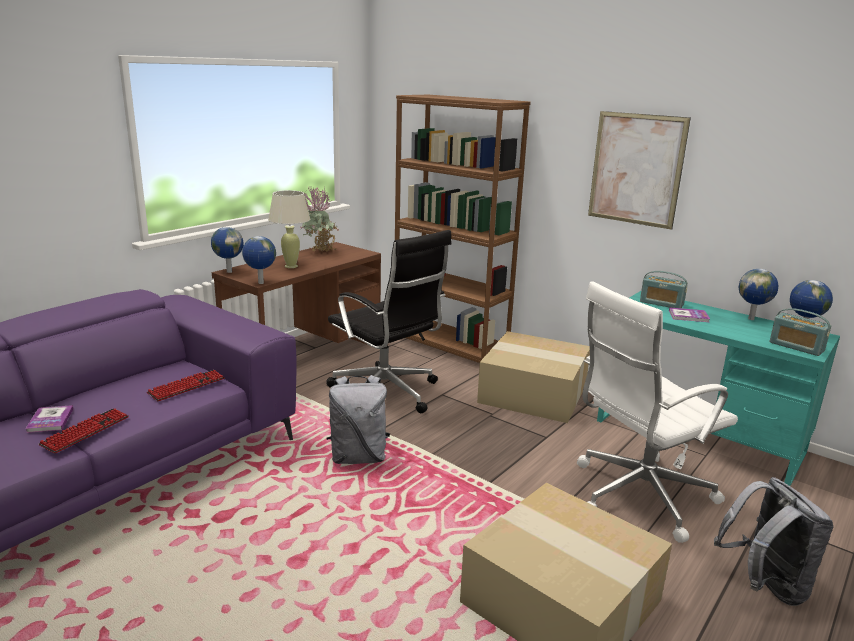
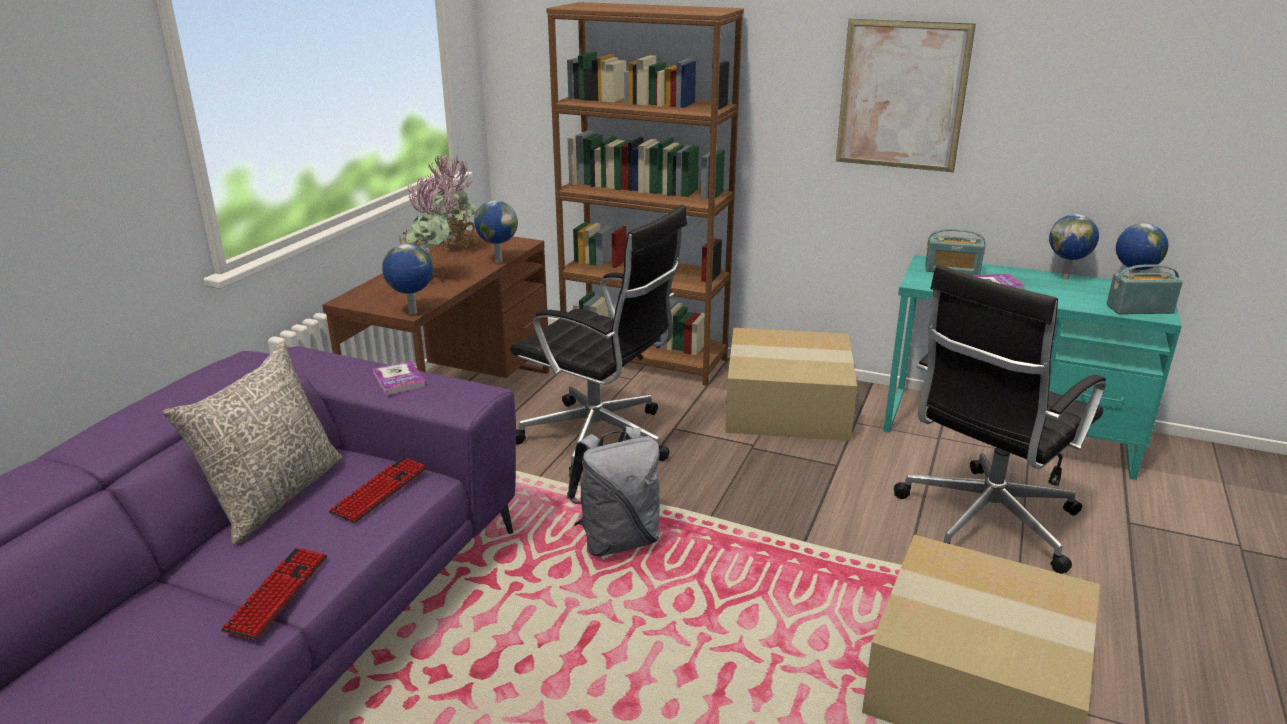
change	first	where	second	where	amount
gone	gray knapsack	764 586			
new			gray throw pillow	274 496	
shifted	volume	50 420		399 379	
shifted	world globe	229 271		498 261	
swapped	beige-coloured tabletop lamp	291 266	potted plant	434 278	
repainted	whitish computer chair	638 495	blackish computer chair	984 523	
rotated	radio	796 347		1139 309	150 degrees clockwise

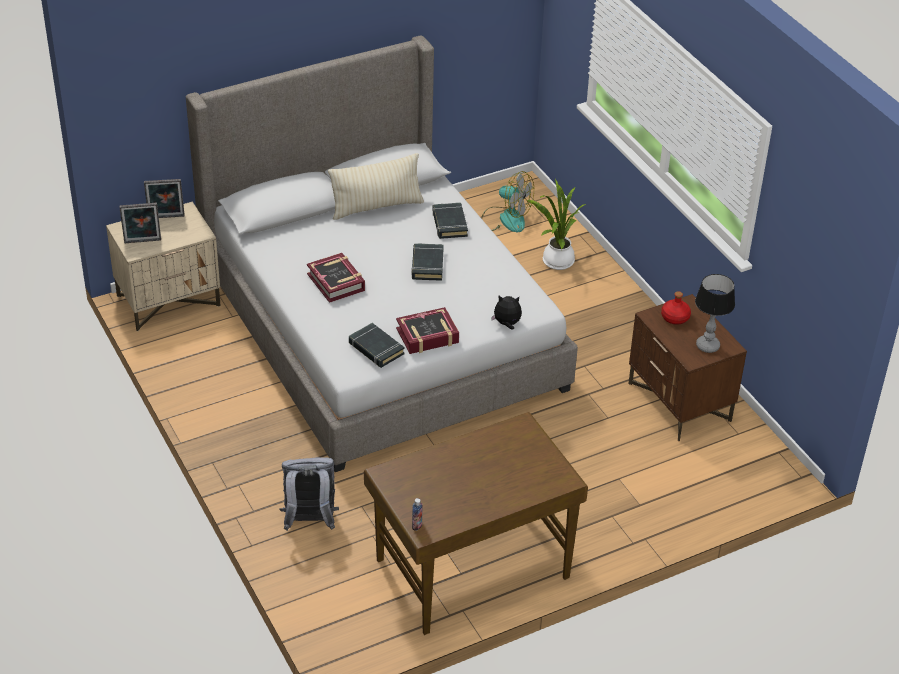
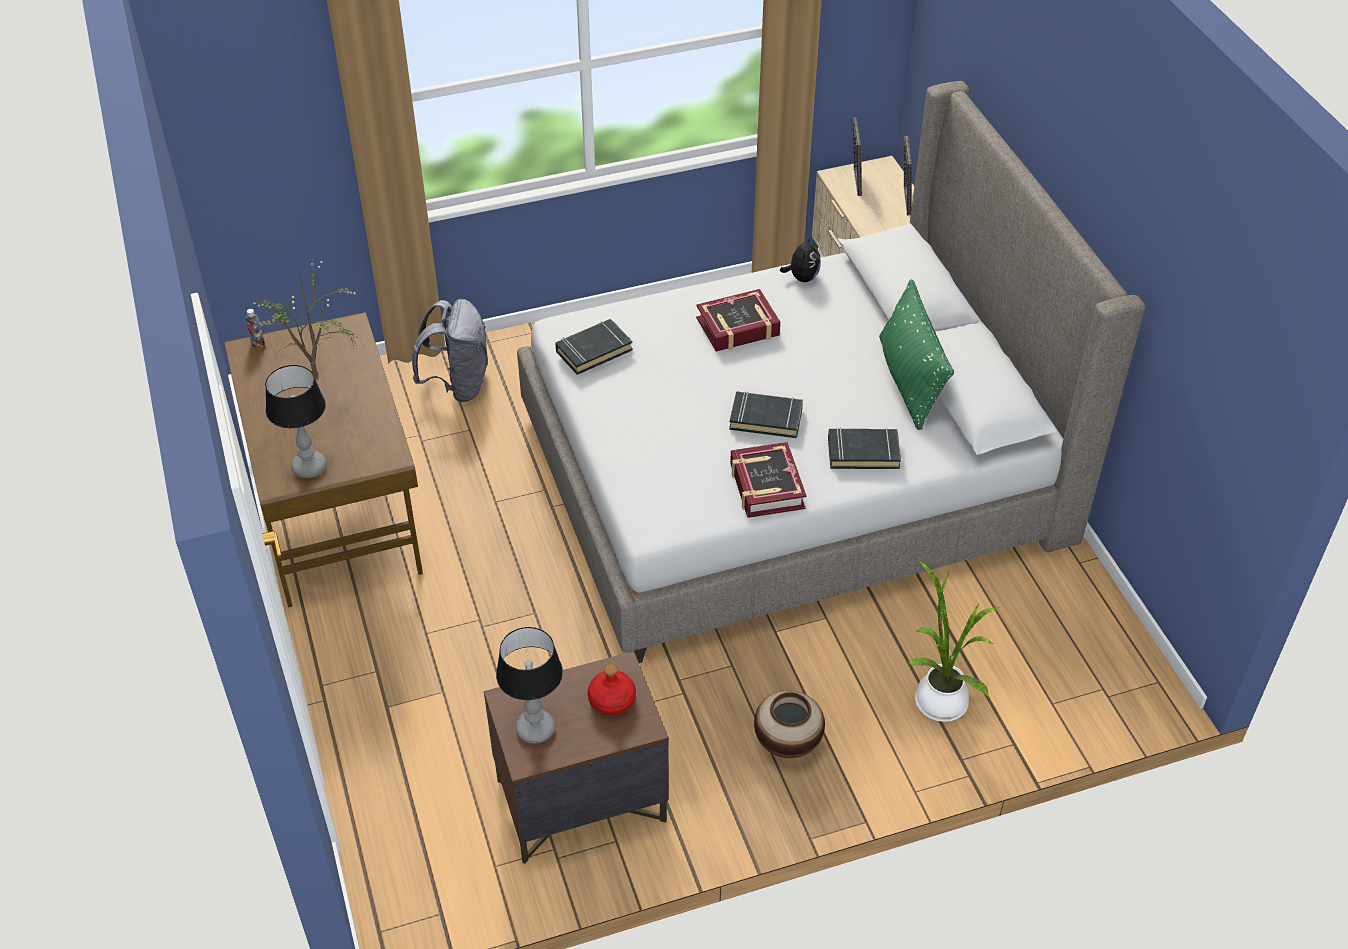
change	first	where	second	where	amount
gone	fan	505 219			
new			potted plant	317 377	
new			tabletop lamp	310 467	
new			decorative vase	787 743	
shifted	volume	427 336		766 486	
shifted	soft toy	507 324		802 277	
repainted	beige-coloured throw pillow	376 207	green-coloured throw pillow	909 381	

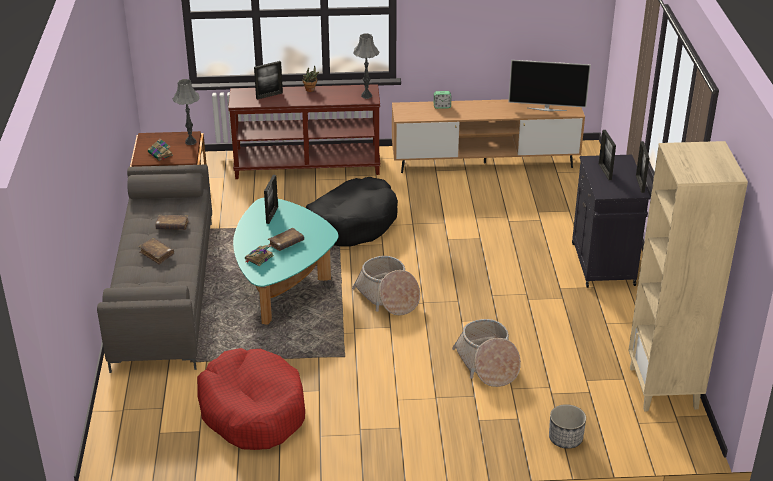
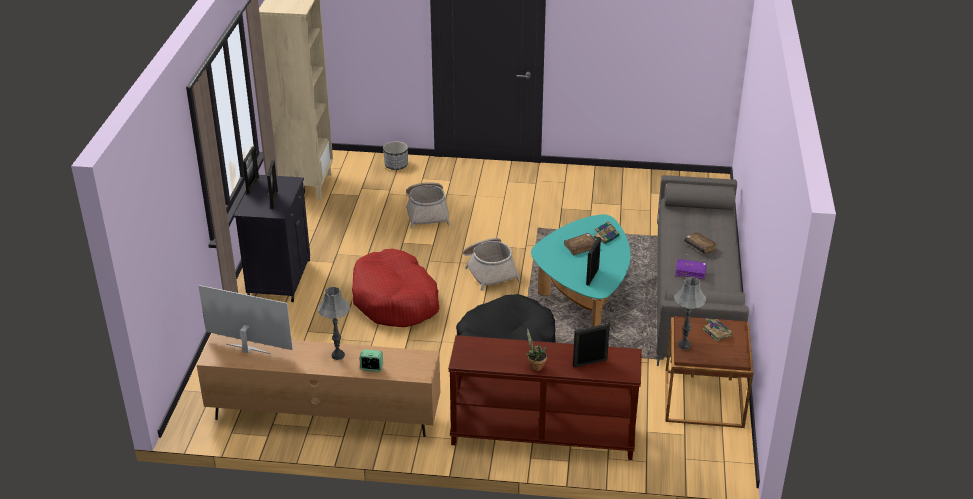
change	first	where	second	where	amount
shifted	red-coloured pet bed	252 410		395 300	
shifted	gray tabletop lamp	366 96		338 355	
repainted	brown volume	172 226	purple-coloured volume	690 272	

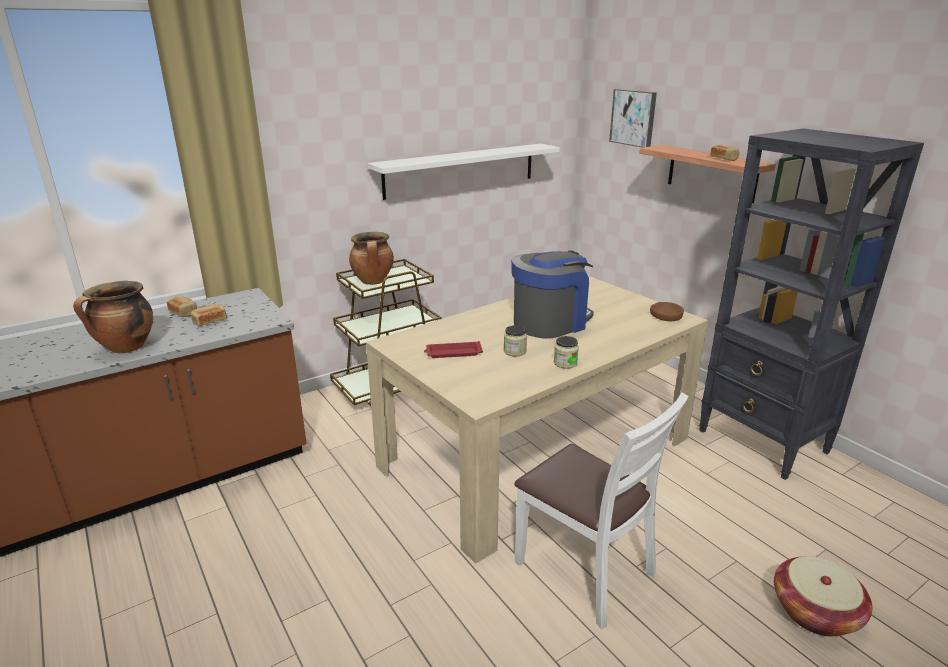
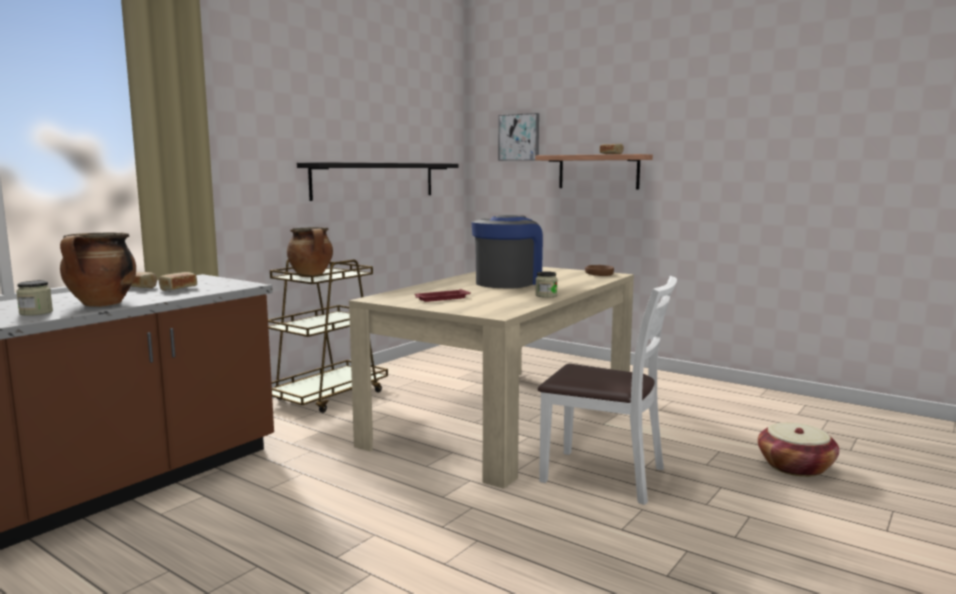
change	first	where	second	where	amount
gone	blackish shelving unit	763 442			
shifted	jar	515 351		36 312	
repainted	whitish wall shelf	461 170	blackish wall shelf	375 180	

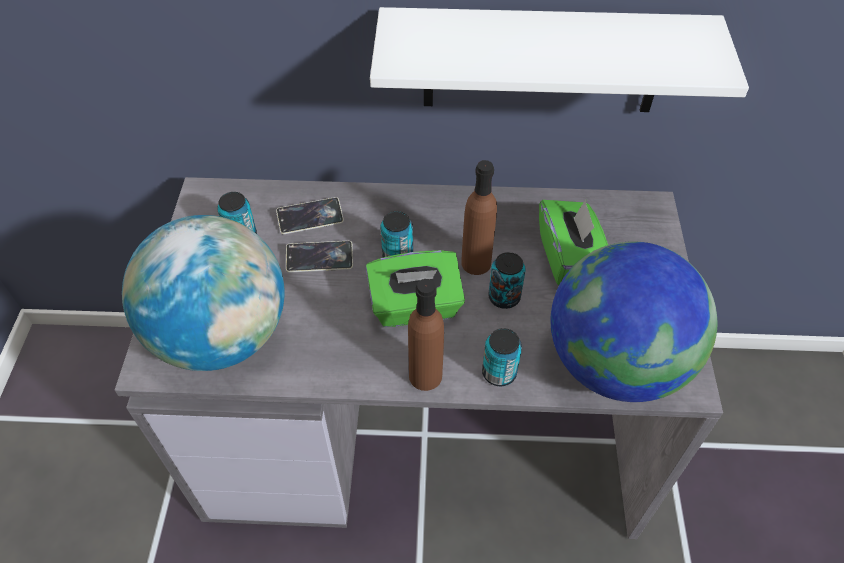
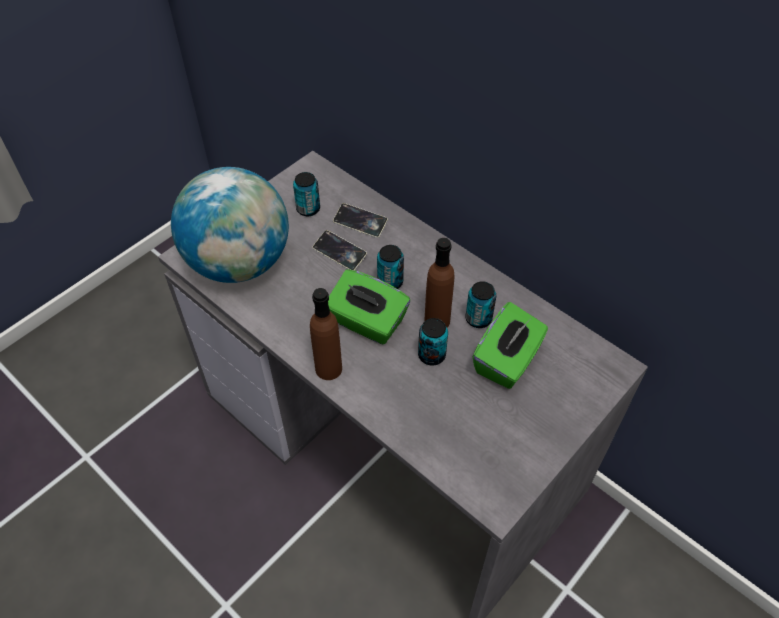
change	first	where	second	where	amount
gone	whitish wall shelf	542 61			
gone	world globe	615 363			
shifted	can	499 373		478 319	

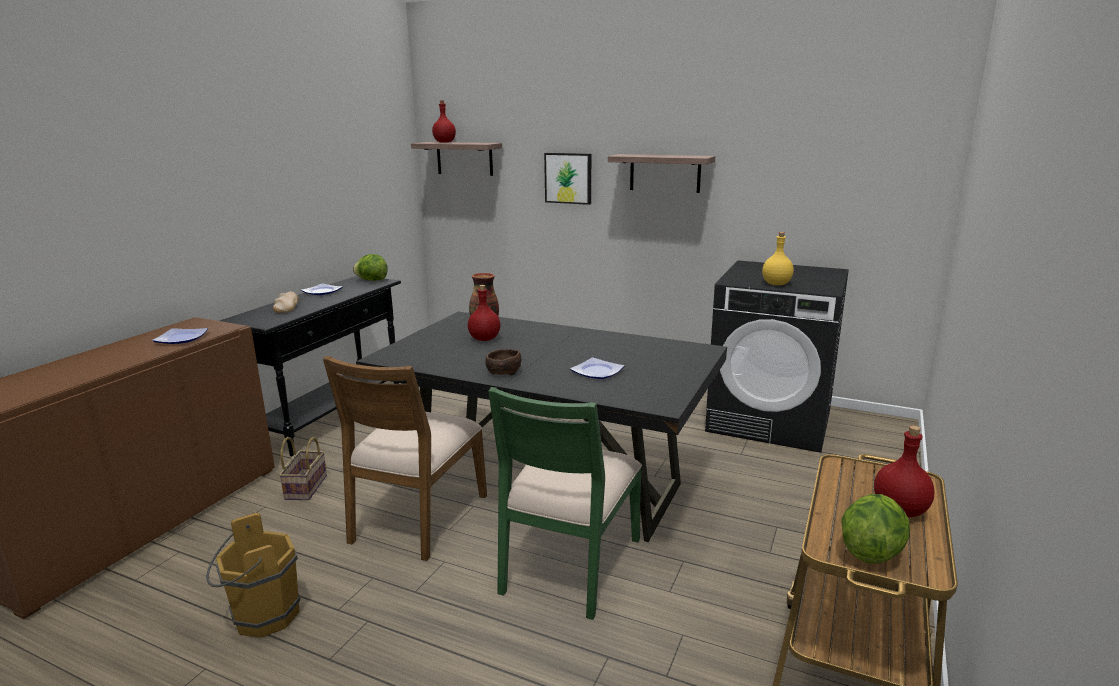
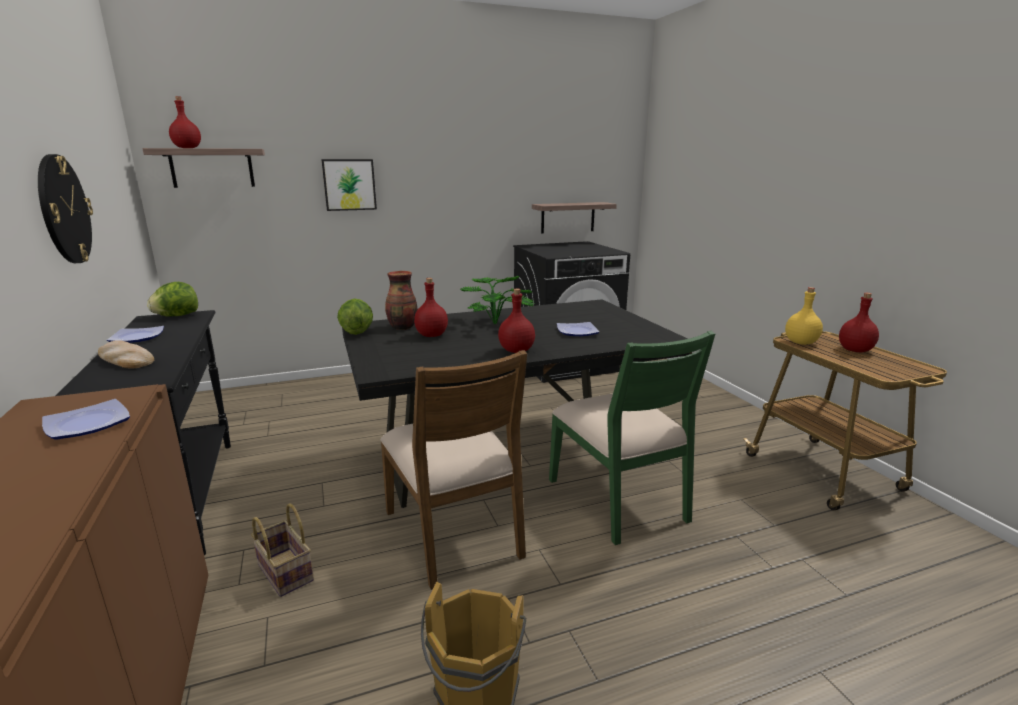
change	first	where	second	where	amount
new			clock on the wall	64 210	
new			potted plant	498 323	
shifted	wall shelf	665 173		568 217	
shifted	yellowish beverage bottle	777 284		801 343	
shifted	lettuce head	870 551		356 332	
swapped	brown serving bowl	503 372	red-coloured beverage bottle	516 351	

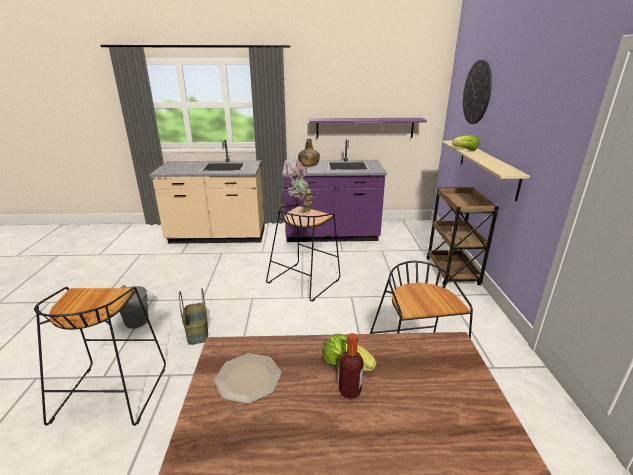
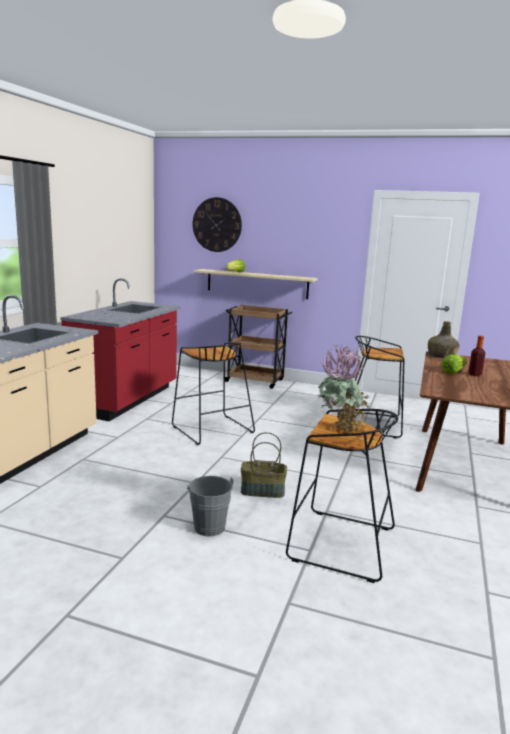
change	first	where	second	where	amount
gone	plate	248 379			
gone	purple-coloured wall shelf	365 128			
shifted	potted plant	300 211		341 433	
shifted	green-coloured beverage bottle	308 164		441 356	
repainted	purple-coloured kitchen base unit	331 235	red-coloured kitchen base unit	127 400	

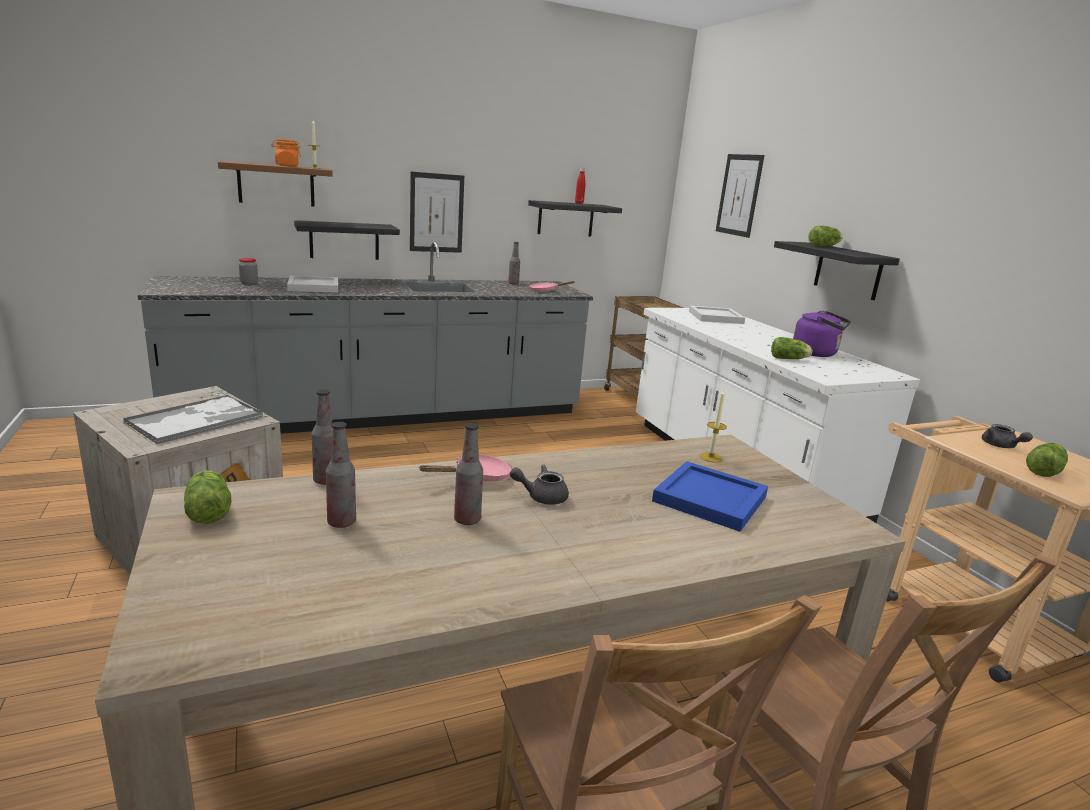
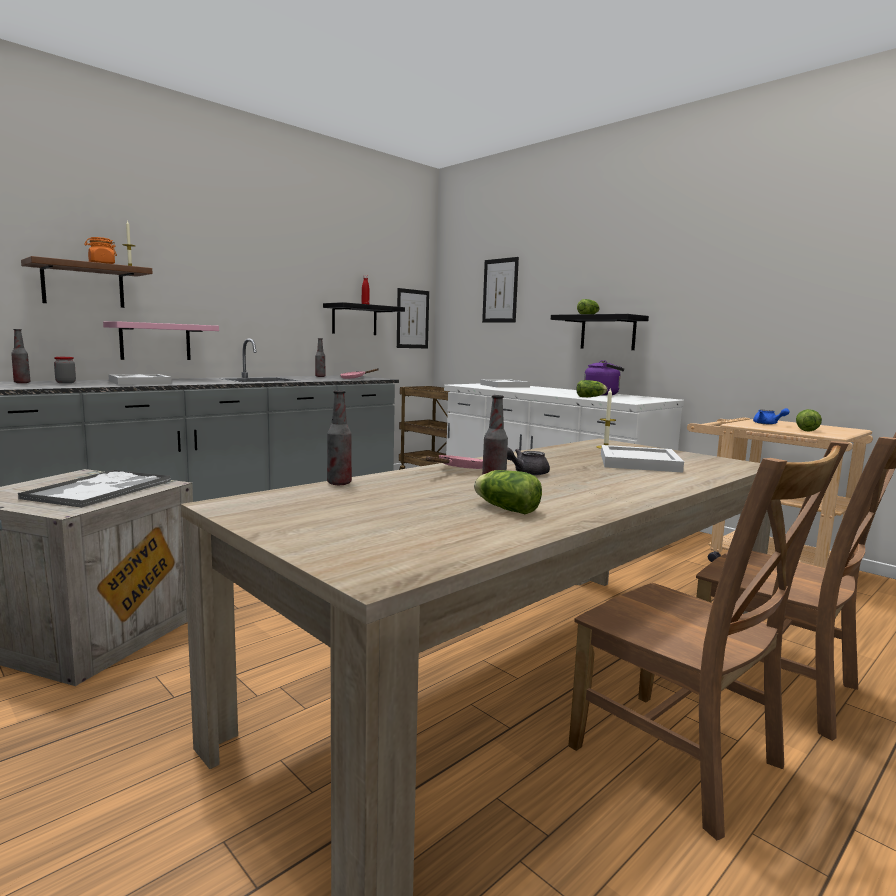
change	first	where	second	where	amount
shifted	lettuce head	208 510		504 508	
shifted	beverage bottle	341 522		22 382	
shifted	wall art	436 213		412 319	
repainted	blackish wall shelf	344 240	pink-coloured wall shelf	155 341	
repainted	blue-coloured tray	708 499	whitish tray	638 463	
repainted	gray tea pot	1001 446	blue-coloured tea pot	768 424	

